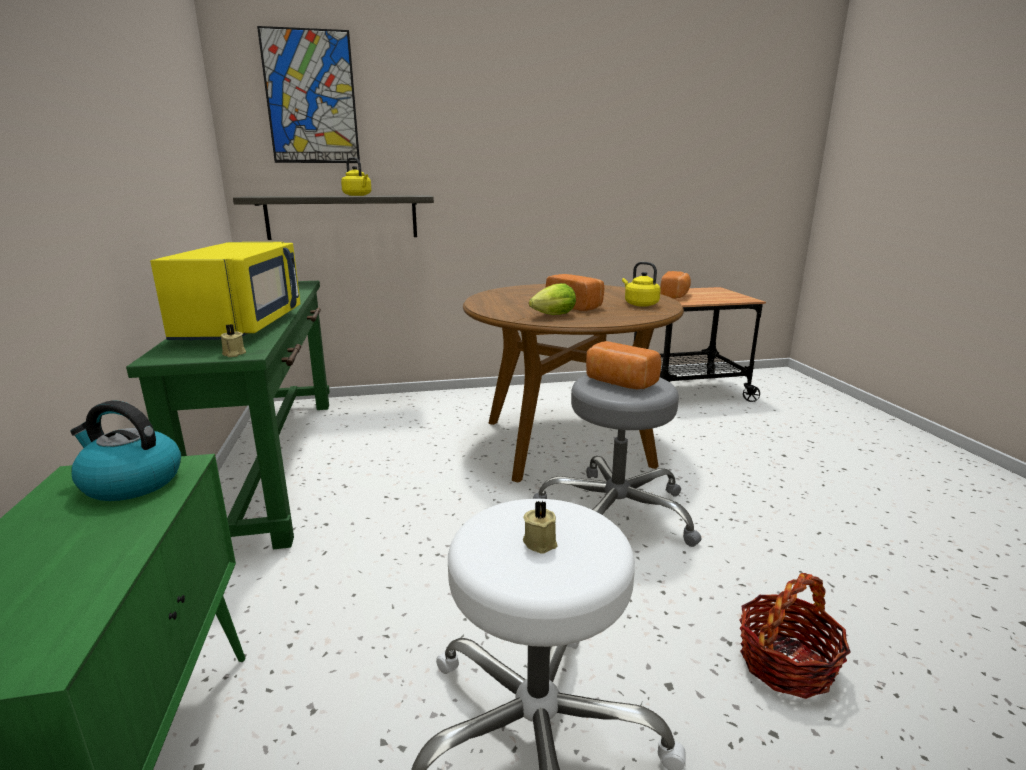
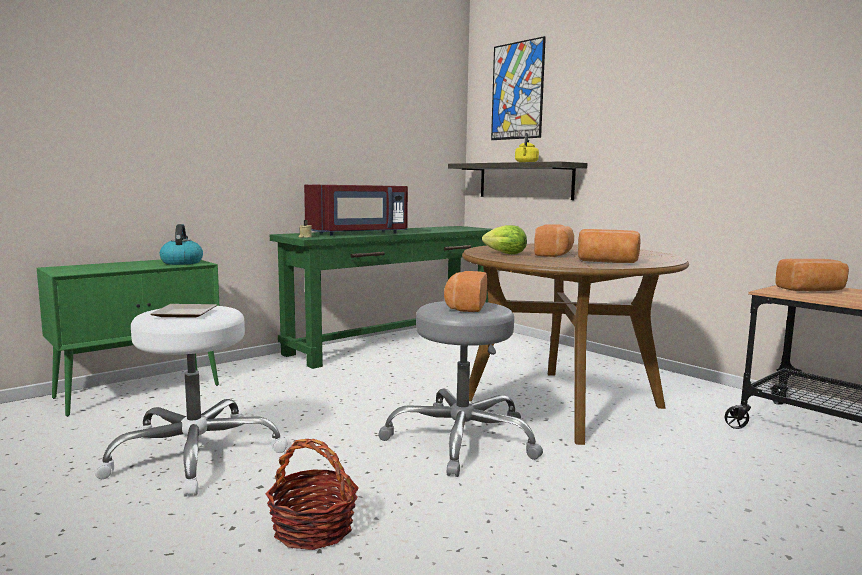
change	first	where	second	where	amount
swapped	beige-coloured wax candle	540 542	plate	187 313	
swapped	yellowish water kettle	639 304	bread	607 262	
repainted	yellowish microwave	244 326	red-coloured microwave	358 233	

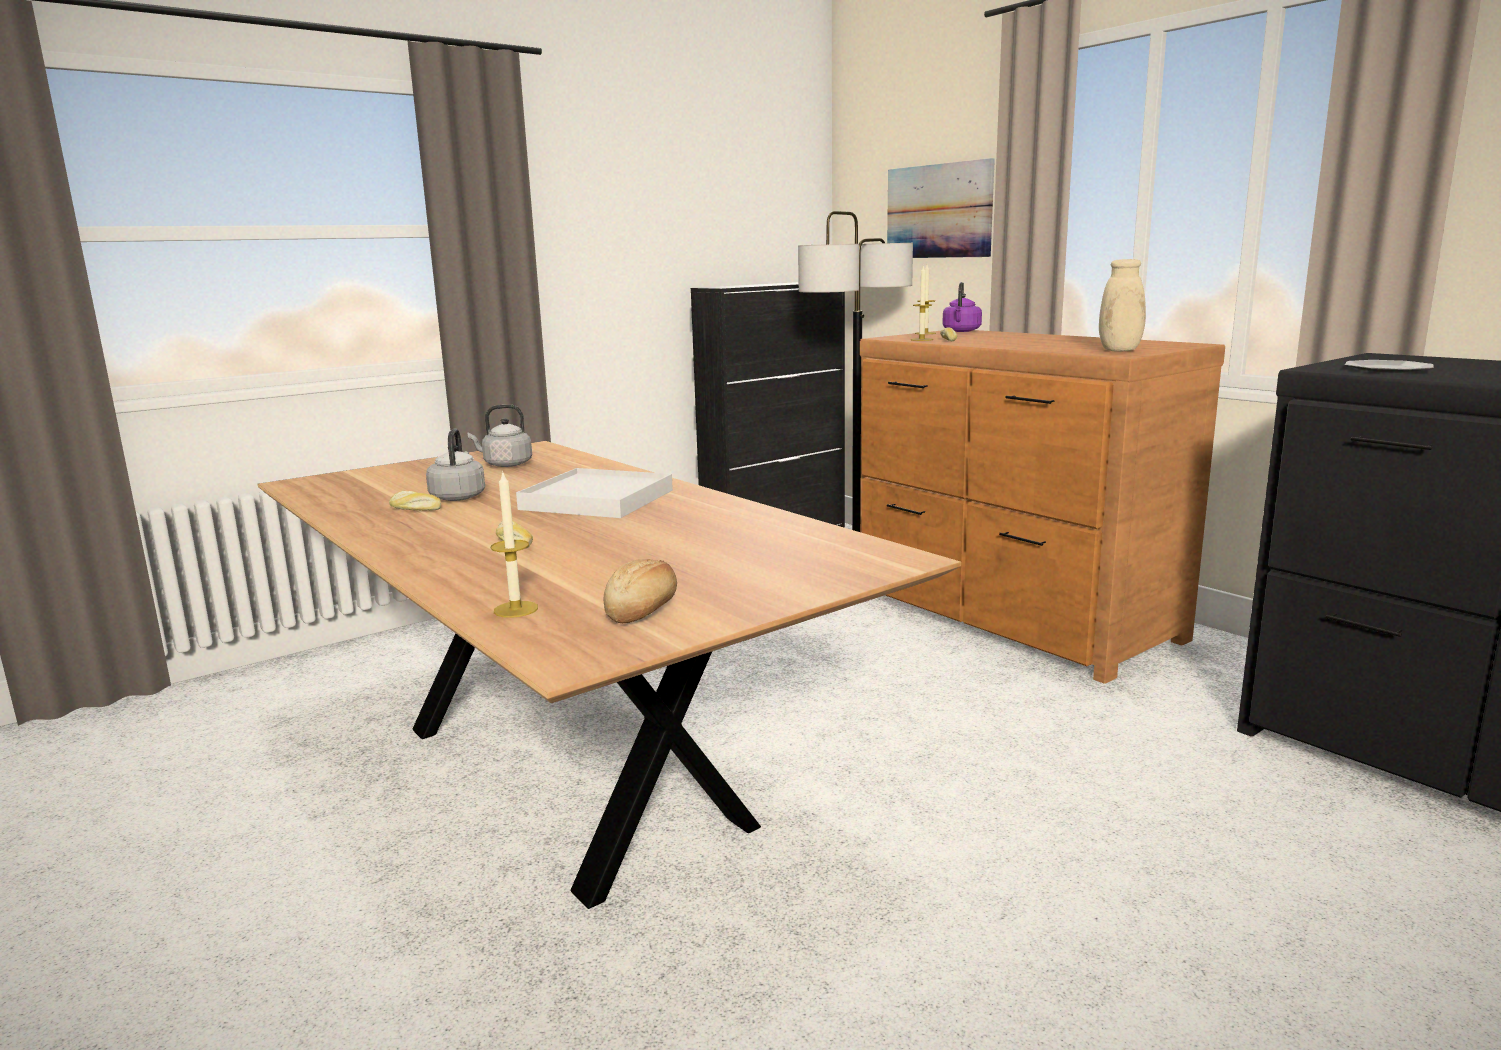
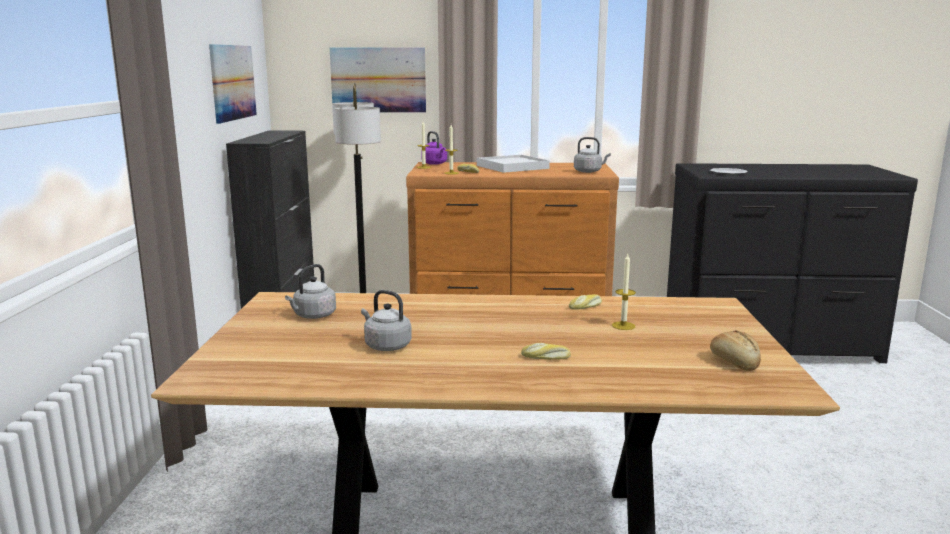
change	first	where	second	where	amount
new			wall art	233 82	
shifted	bread	414 509		586 307	
shifted	wax candle	516 609		623 326	
shifted	whitish tray	598 500		512 167	
swapped	beige-coloured decorative vase	1121 350	gray water kettle	589 171	

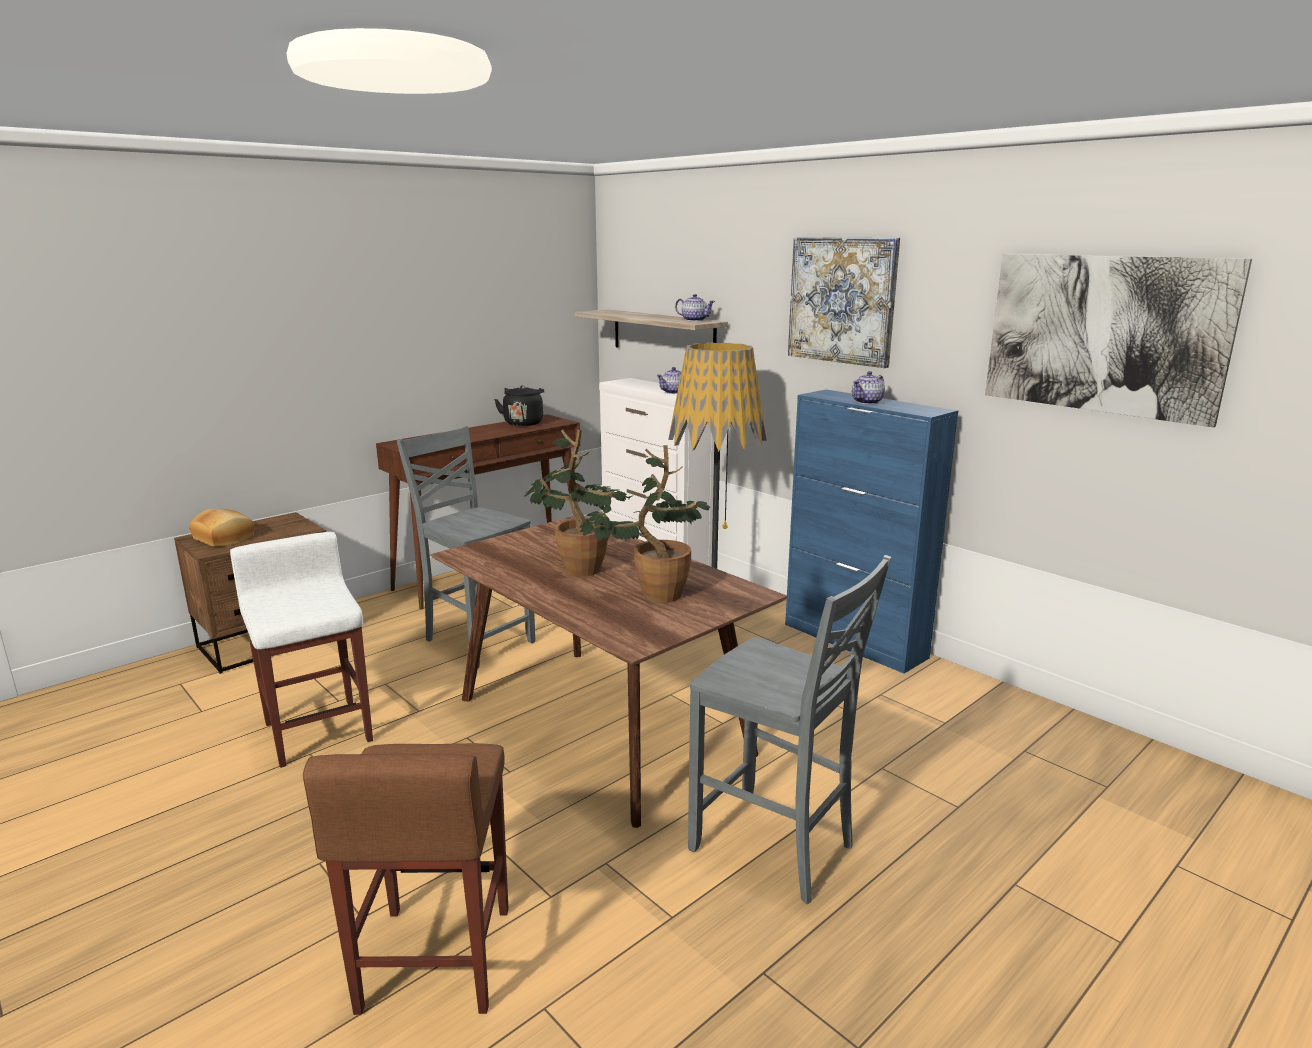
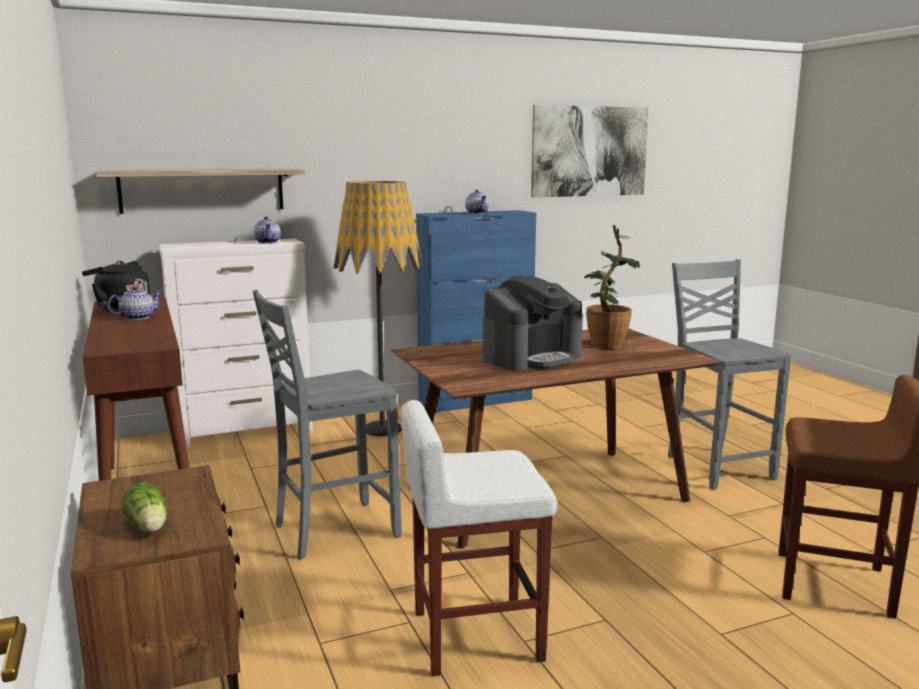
change	first	where	second	where	amount
gone	wall art	842 300			
shifted	tea pot	694 320		137 317	
swapped	bread	225 538	lettuce head	148 527	
swapped	potted plant	577 566	coffee machine	531 357	
rotated	gray upright chair	775 848		717 466	75 degrees counterclockwise

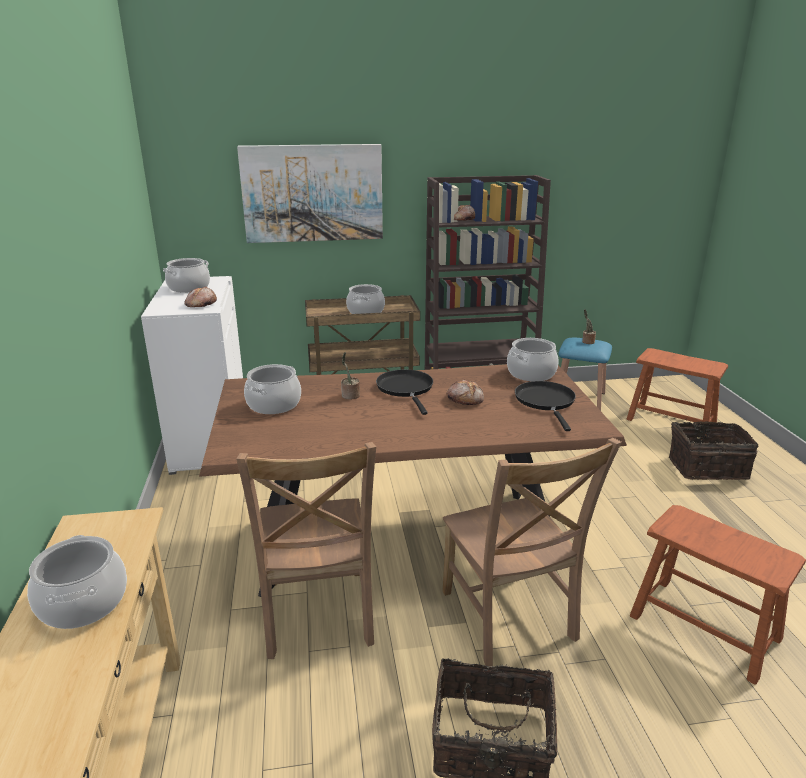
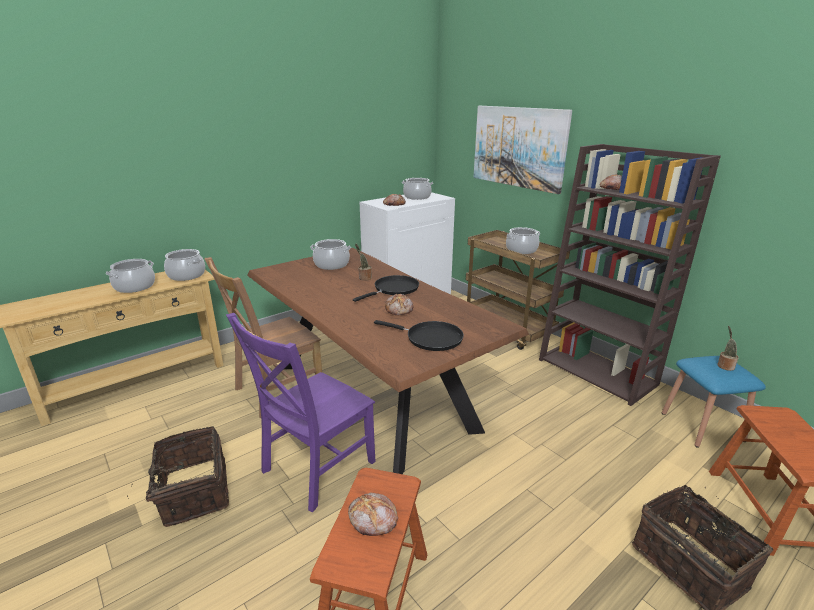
change	first	where	second	where	amount
new			bread	373 520	
shifted	saucepot	531 373		187 275	
repainted	brown upright chair	509 619	purple-coloured upright chair	315 469	
rotated	blackish frying pan	546 402		430 338	60 degrees clockwise

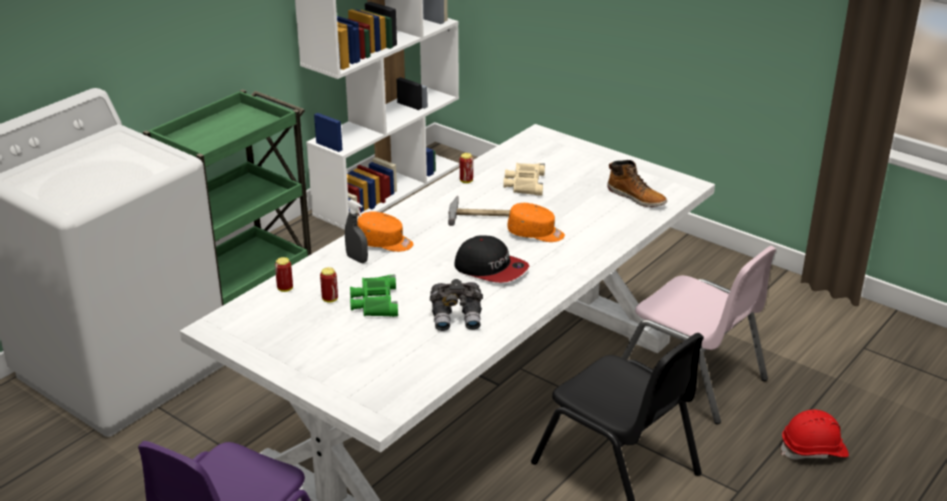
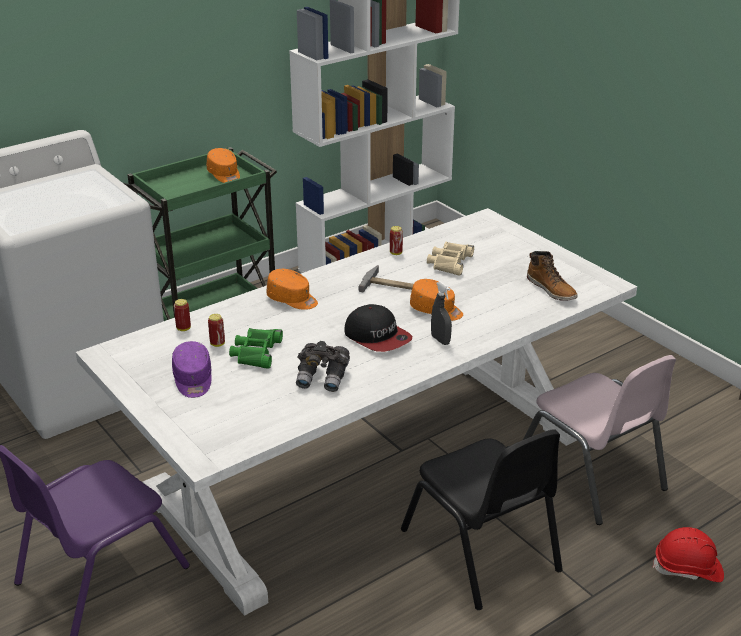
change	first	where	second	where	amount
new			purple-coloured baseball cap	193 380	
new			orangey baseball cap	224 175	
shifted	gray spray bottle	357 259		440 340	

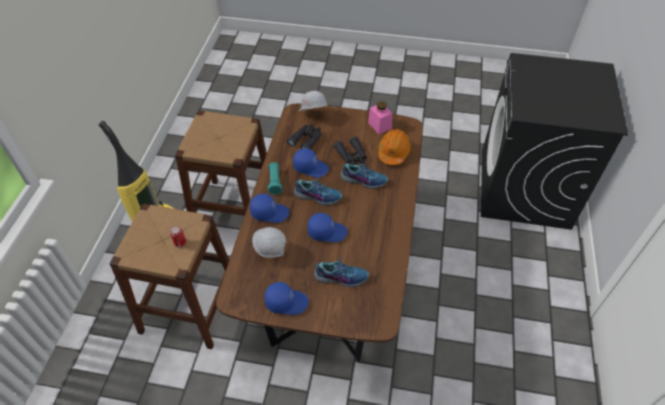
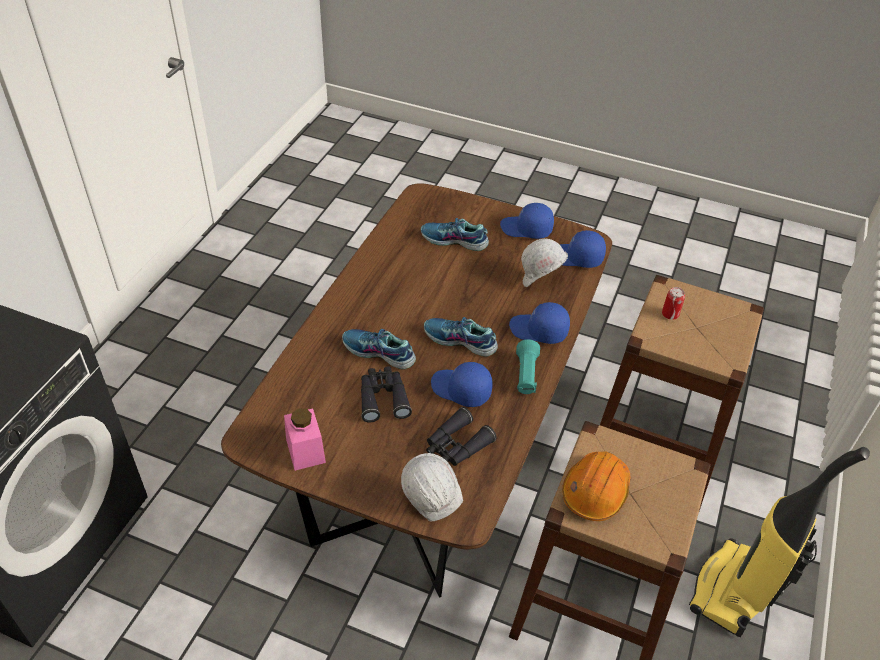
change	first	where	second	where	amount
shifted	blue-coloured baseball cap	327 231		576 257	
shifted	orangey work helmet	393 152		595 491	

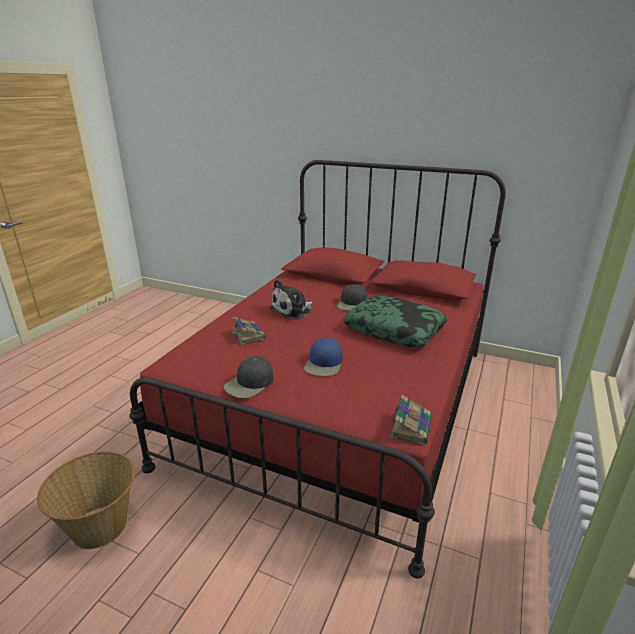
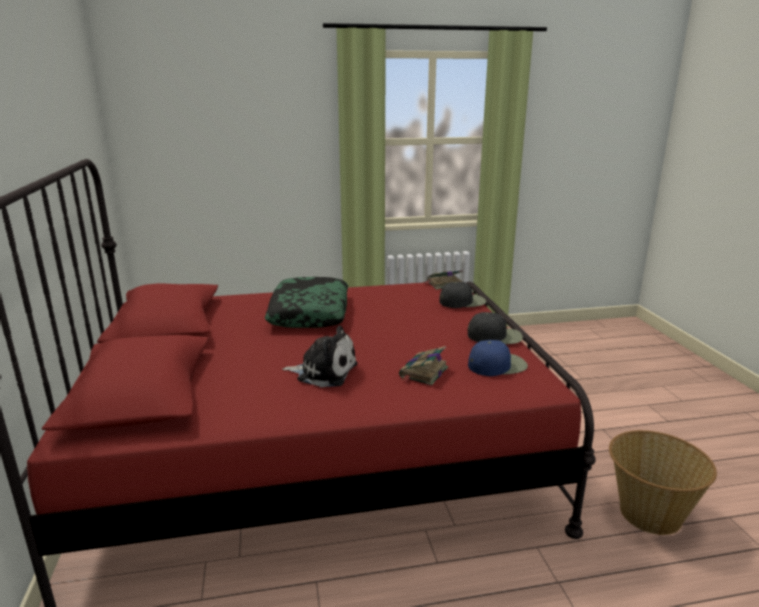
change	first	where	second	where	amount
shifted	blue-coloured baseball cap	324 364		497 365	
shifted	blackish baseball cap	352 304		462 301	

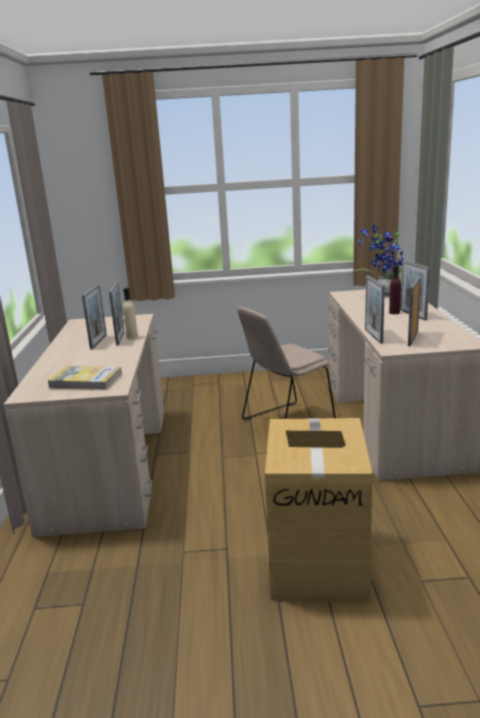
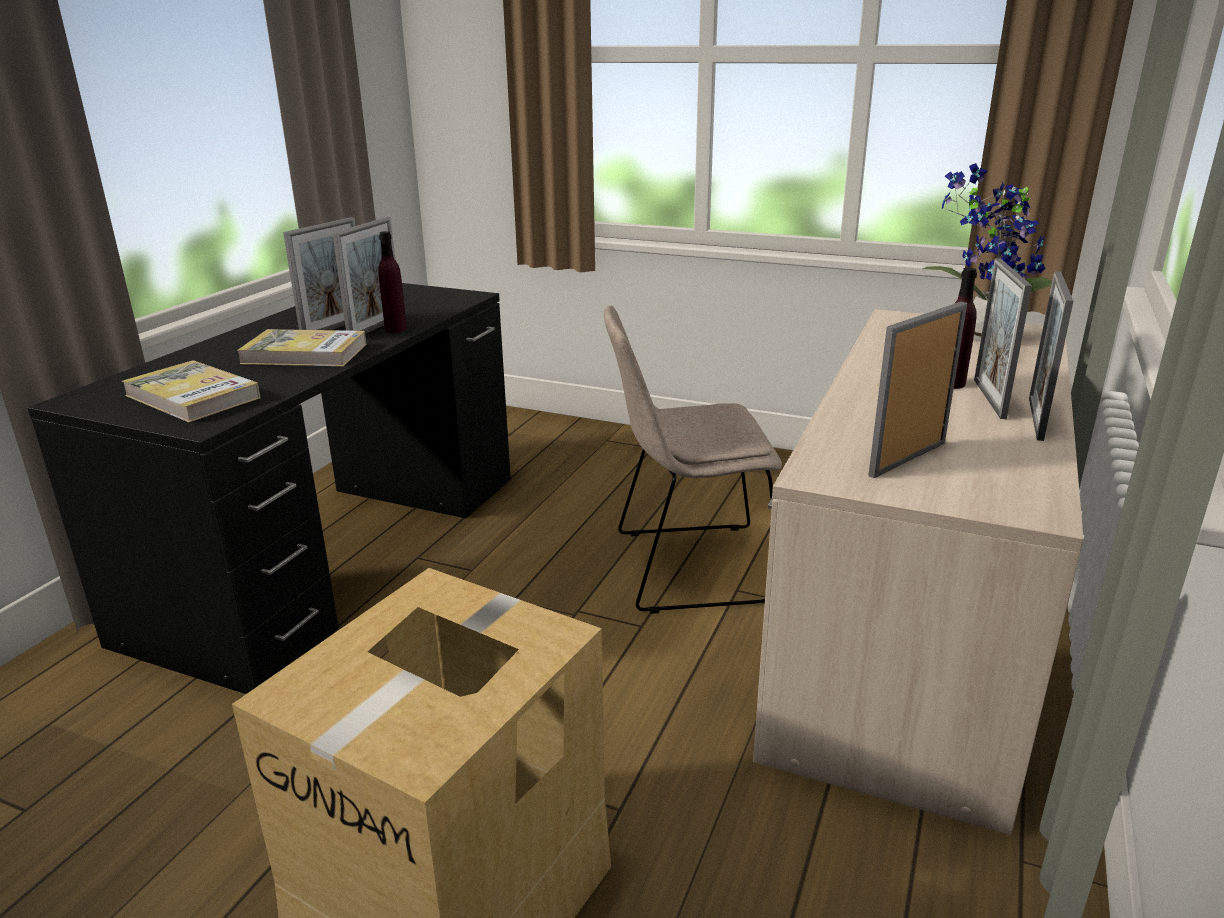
change	first	where	second	where	amount
new			volume	305 354	
shifted	standing frame	373 336		1035 418	
repainted	beige-coloured desk	111 462	blackish desk	340 550	
repainted	beige-coloured beverage bottle	132 337	purple-coloured beverage bottle	396 329	

